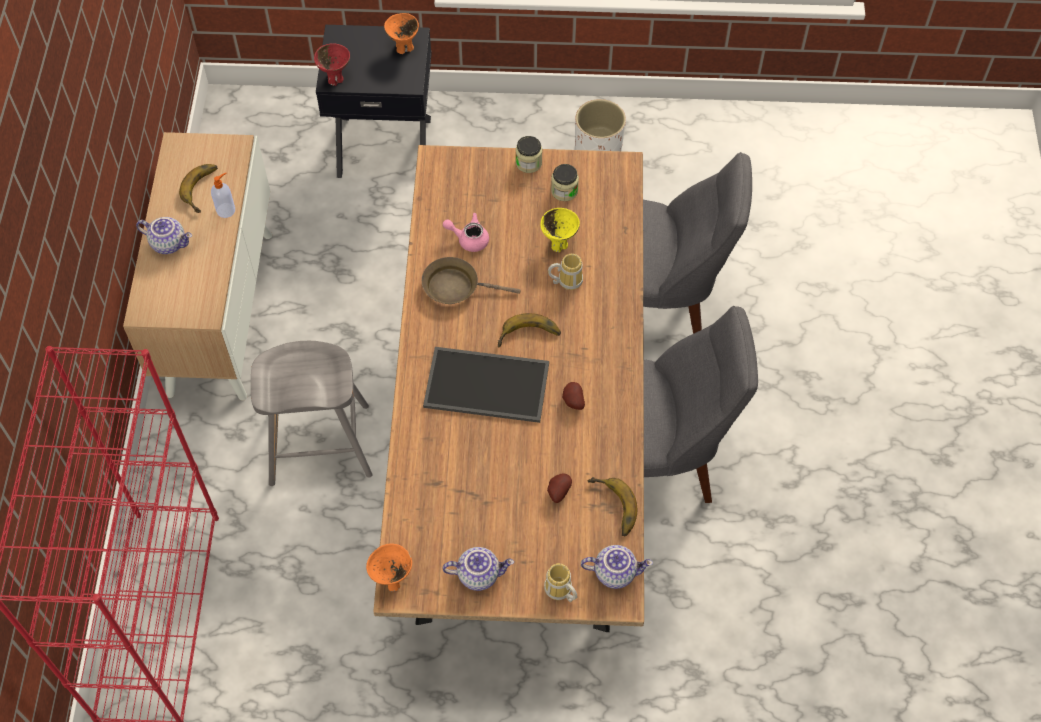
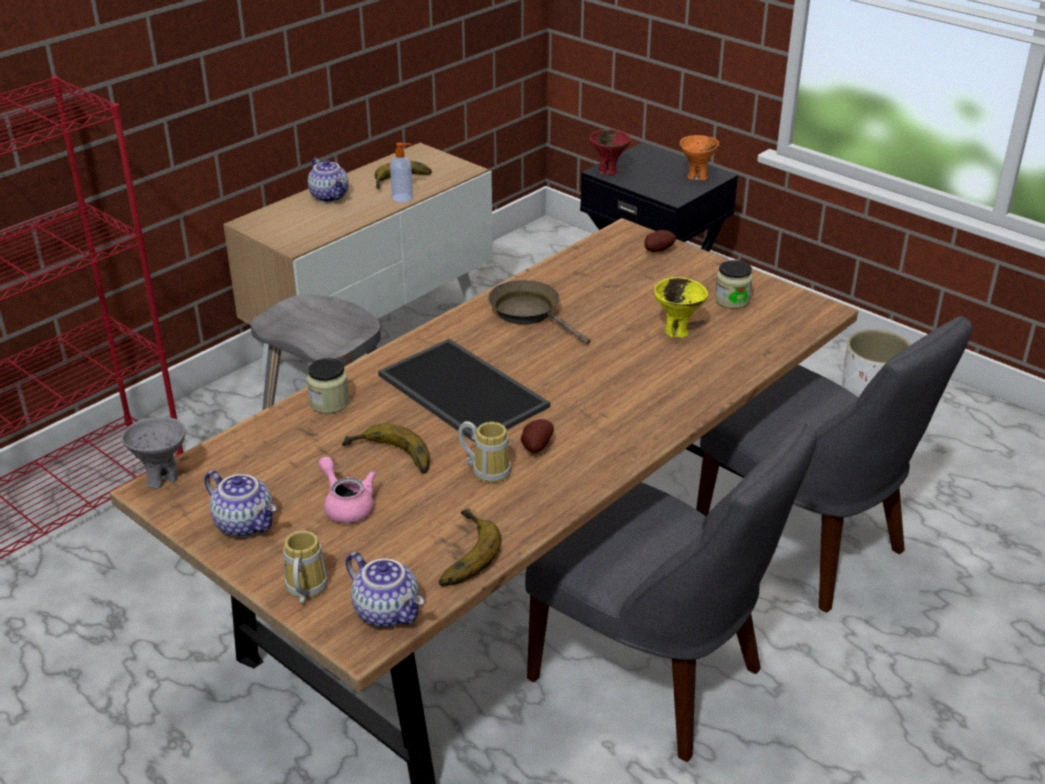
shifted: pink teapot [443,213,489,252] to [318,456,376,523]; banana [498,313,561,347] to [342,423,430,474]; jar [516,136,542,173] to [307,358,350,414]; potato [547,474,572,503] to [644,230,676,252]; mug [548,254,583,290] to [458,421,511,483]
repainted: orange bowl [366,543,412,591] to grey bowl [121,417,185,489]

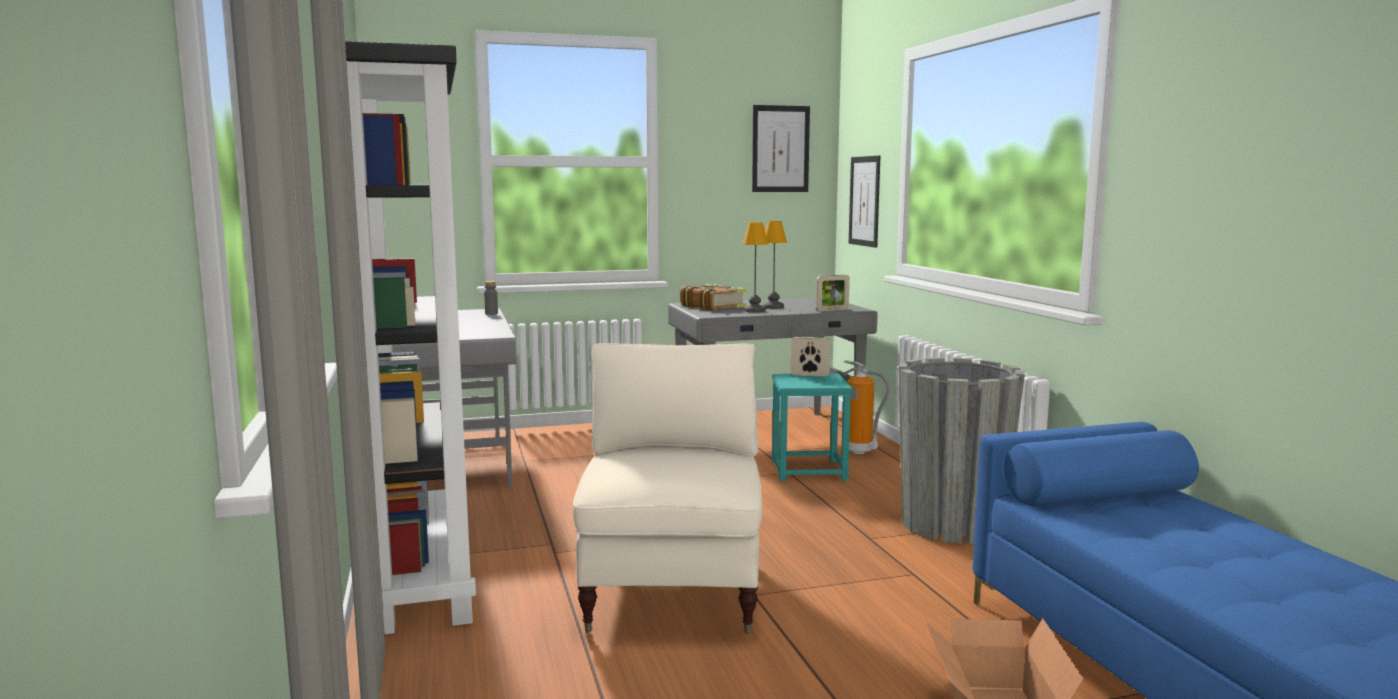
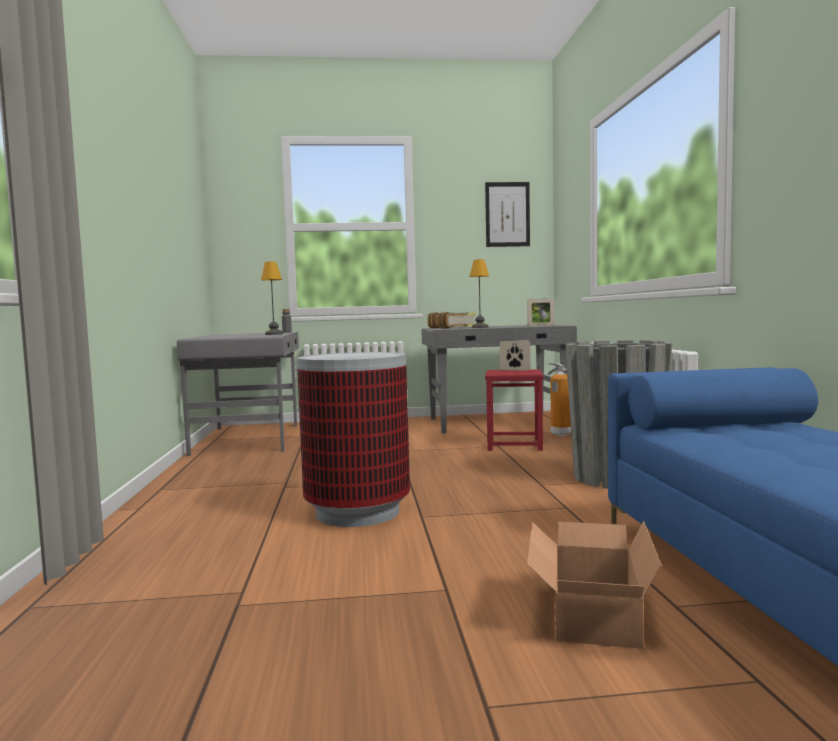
gone: black bookcase [345,41,476,634]; picture [849,156,880,248]
shifted: table lamp [763,221,787,309] to [261,262,283,335]
swapped: beige armchair [573,344,762,634] to trash can [297,352,410,527]
repainted: turquoise stool [772,373,852,481] to red stool [485,369,544,451]

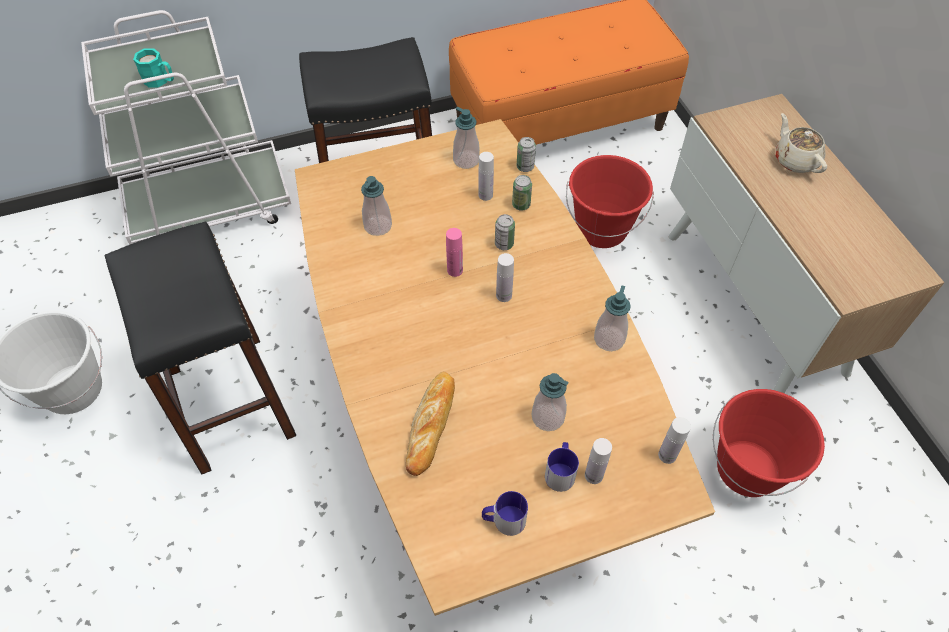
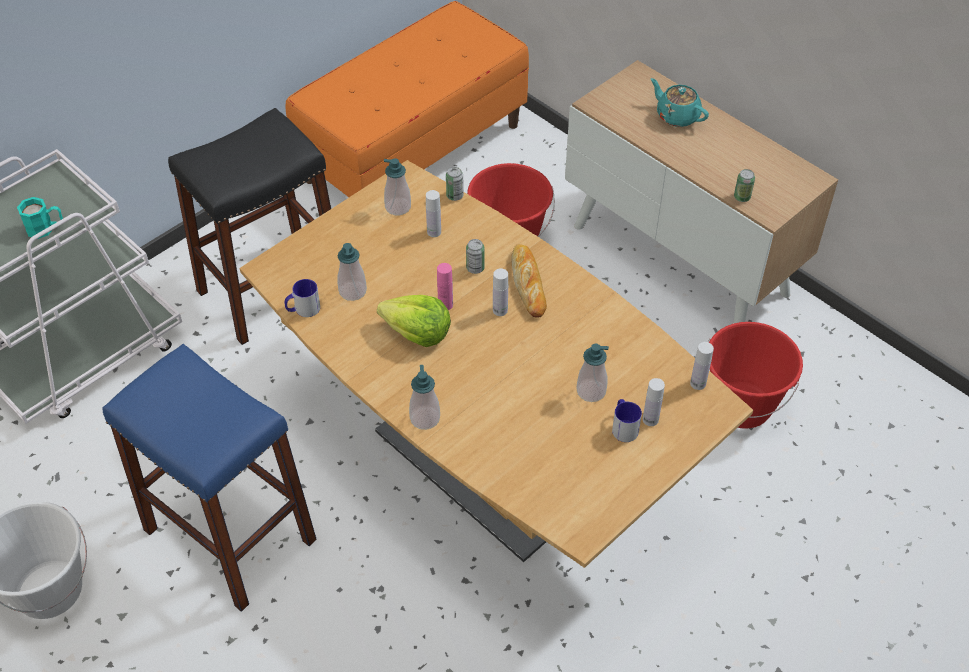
new: lettuce [377,295,451,347]
shifted: bread [406,371,455,476] to [512,244,547,318]; mug [482,491,528,536] to [284,279,320,317]; can [512,175,532,211] to [734,169,755,202]; soap dispenser [594,285,630,351] to [409,365,440,430]
repainted: black stool [104,221,296,474] to blue stool [103,344,317,612]; beige teapot [775,113,827,173] to turquoise teapot [651,78,709,127]

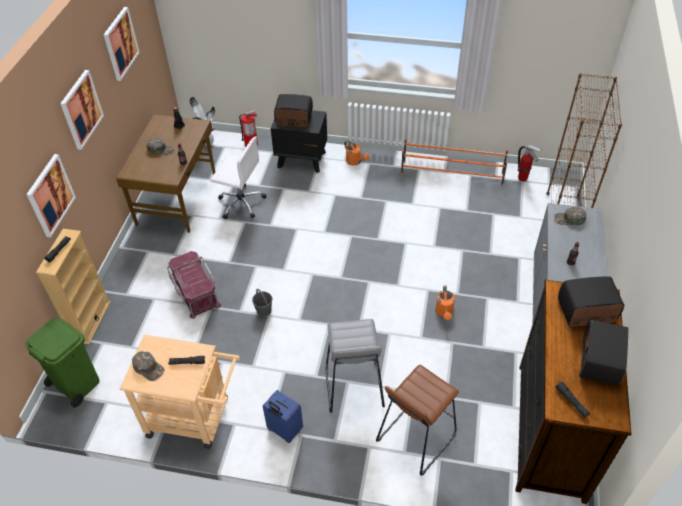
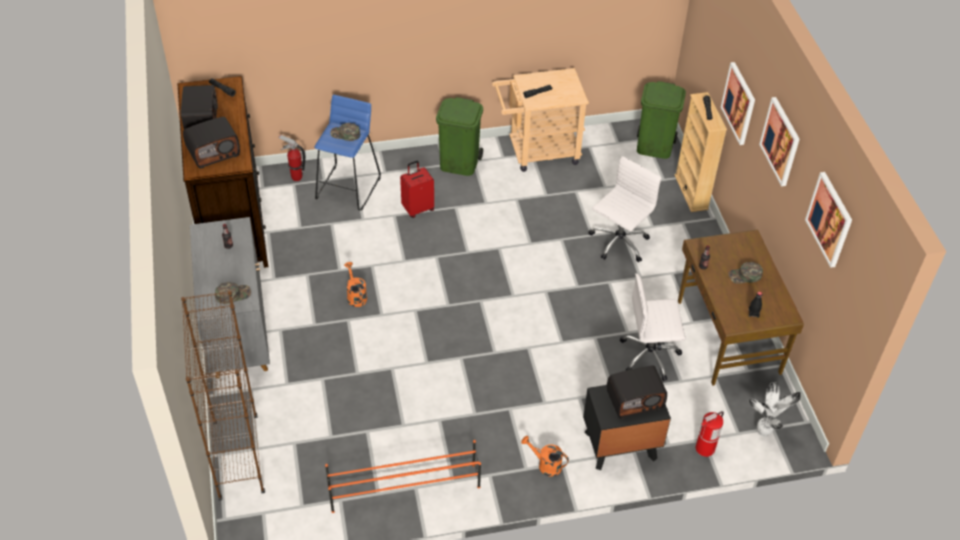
gone: grey bucket [252,289,272,317]
shifted: green cap [132,351,165,381] to [330,123,360,141]; fire extinguisher [518,145,541,182] to [278,134,306,181]
swapped: red storage box [167,251,221,319] to white office chair [588,156,661,262]; blue suitcase [263,390,303,443] to green trash can [436,97,483,176]; grey stool [325,319,385,413] to red suitcase [400,161,434,218]
repainted: brown stool [376,365,459,476] to blue stool [314,95,381,211]

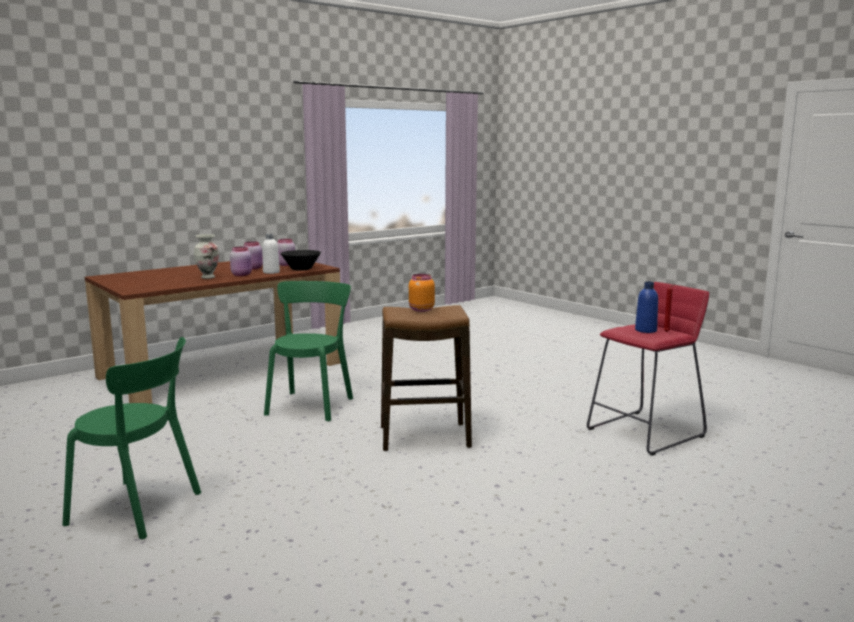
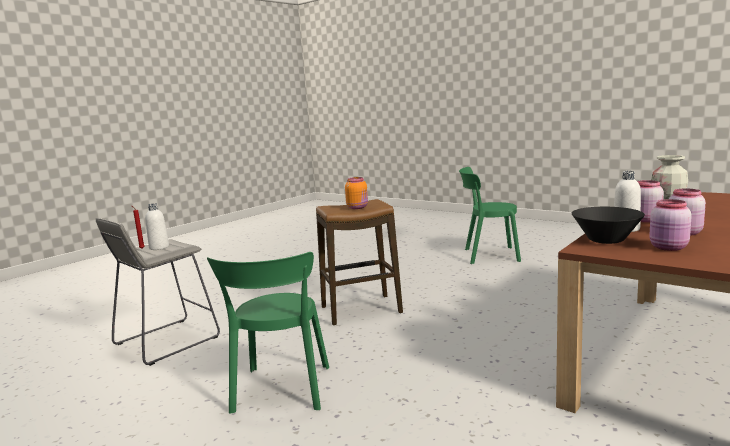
shifted: green chair [264,281,353,421] to [207,252,329,414]
repainted: red stool [587,282,709,456] to grey stool [96,218,220,366]; blue bottle [635,282,658,333] to white bottle [145,203,169,250]

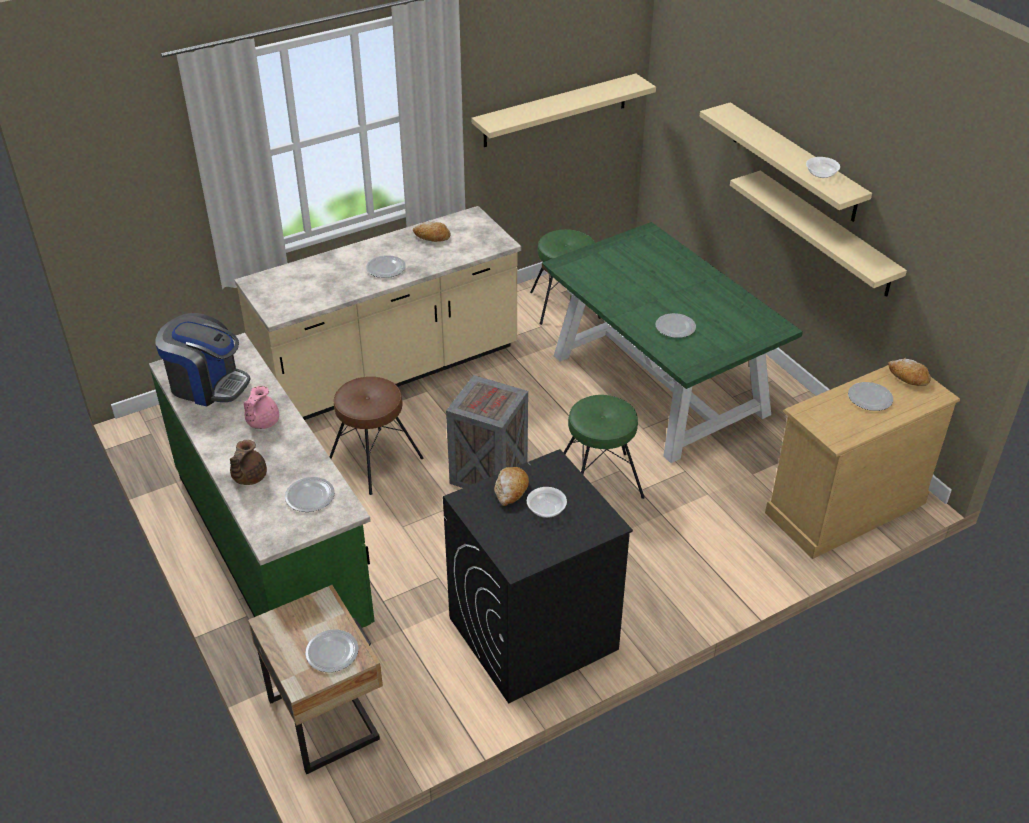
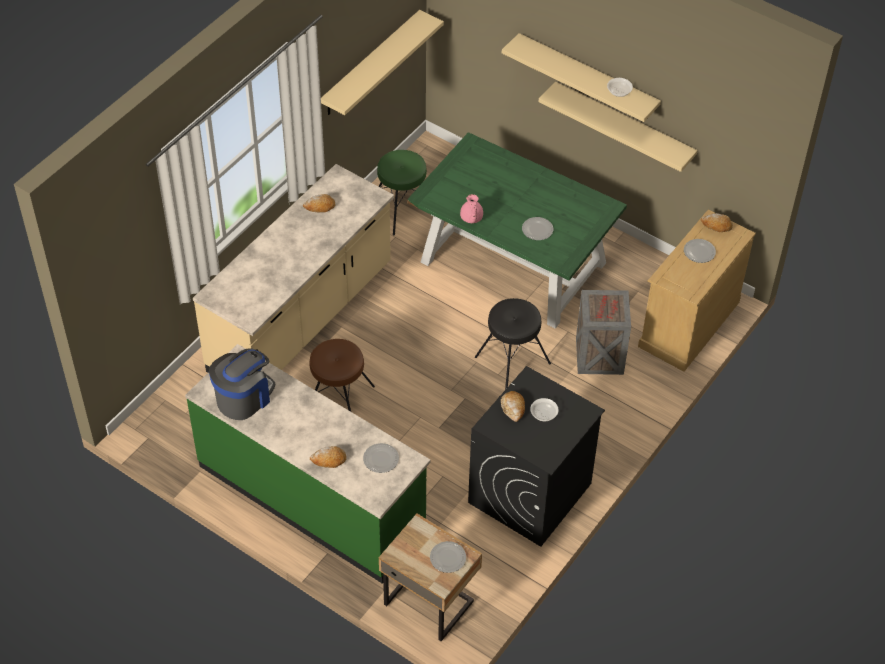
gone: plate [366,255,406,278]
shifted: pink teapot [244,386,279,429] to [460,194,483,223]; crate [446,375,528,488] to [576,290,631,375]
swapped: brown teapot [230,440,267,485] to bread [310,446,347,468]
repainted: green stool [563,395,645,499] to black stool [475,298,551,390]
rotated: coffee machine [156,313,250,407] = [209,348,275,420] 45 degrees counterclockwise

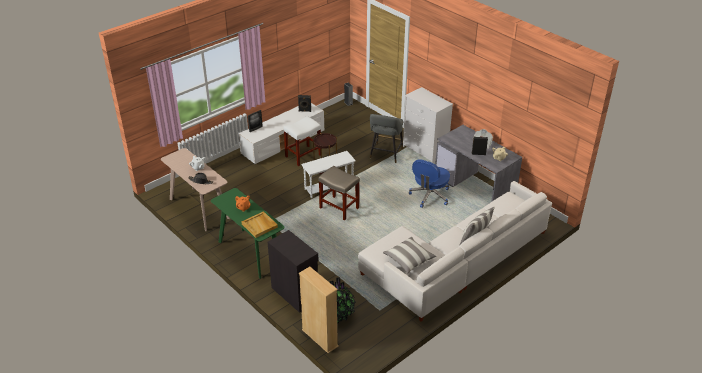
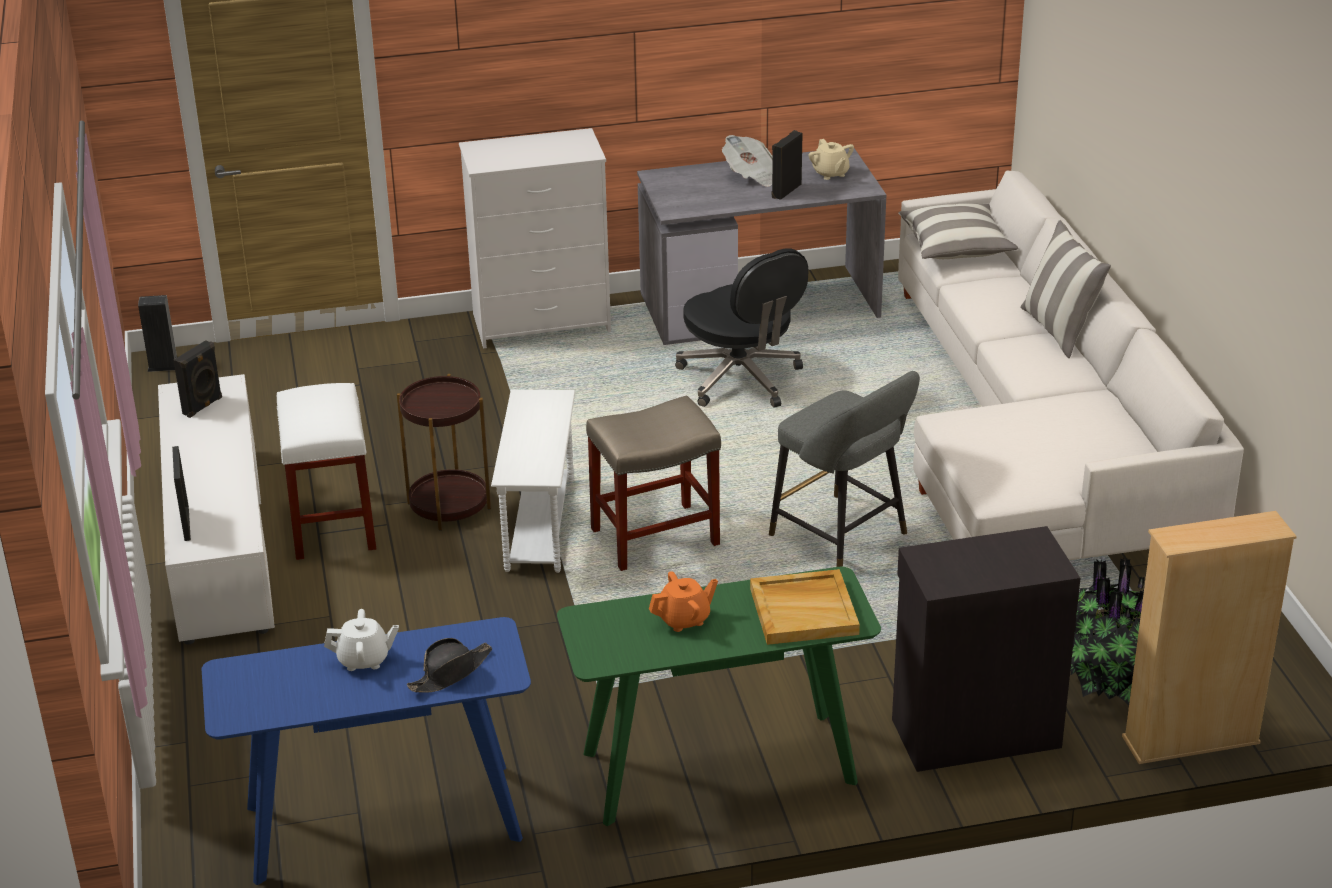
shifted: grey stool [370,114,403,163] to [769,371,920,567]; pillow [383,236,436,273] to [898,203,1018,259]
repainted: beige console table [161,148,230,231] to blue console table [202,617,531,885]; blue office chair [409,159,450,208] to black office chair [675,248,808,408]

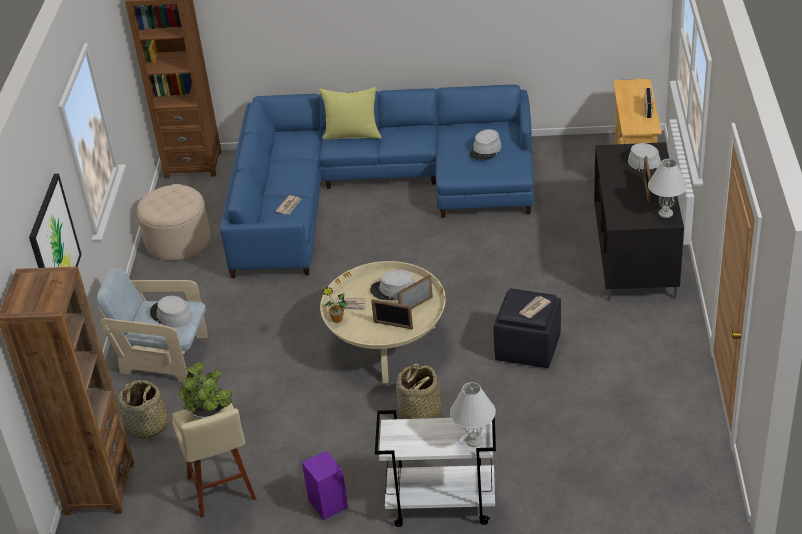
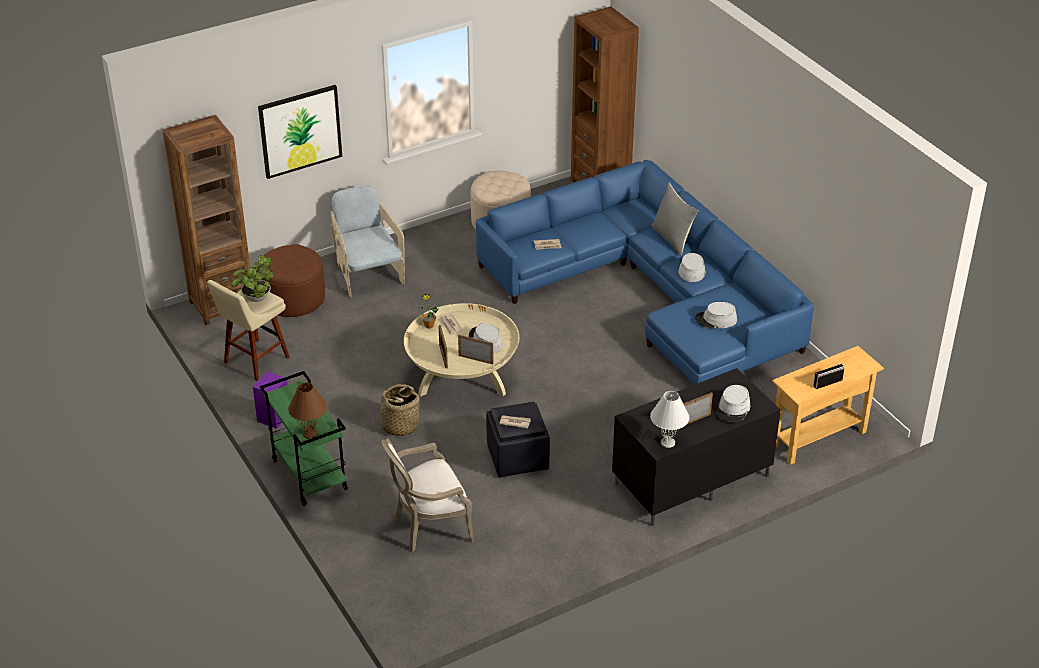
new: armchair [382,439,475,552]
shifted: grey hat [150,296,192,328] to [678,253,706,282]
swapped: basket [118,380,168,439] to brown ottoman [259,244,325,317]
repainted: yellow pillow [319,87,382,140] to grey pillow [651,182,699,256]; white cart [375,410,496,527] to green cart [260,371,348,506]; white table lamp [450,382,496,447] to brown table lamp [288,382,327,439]

